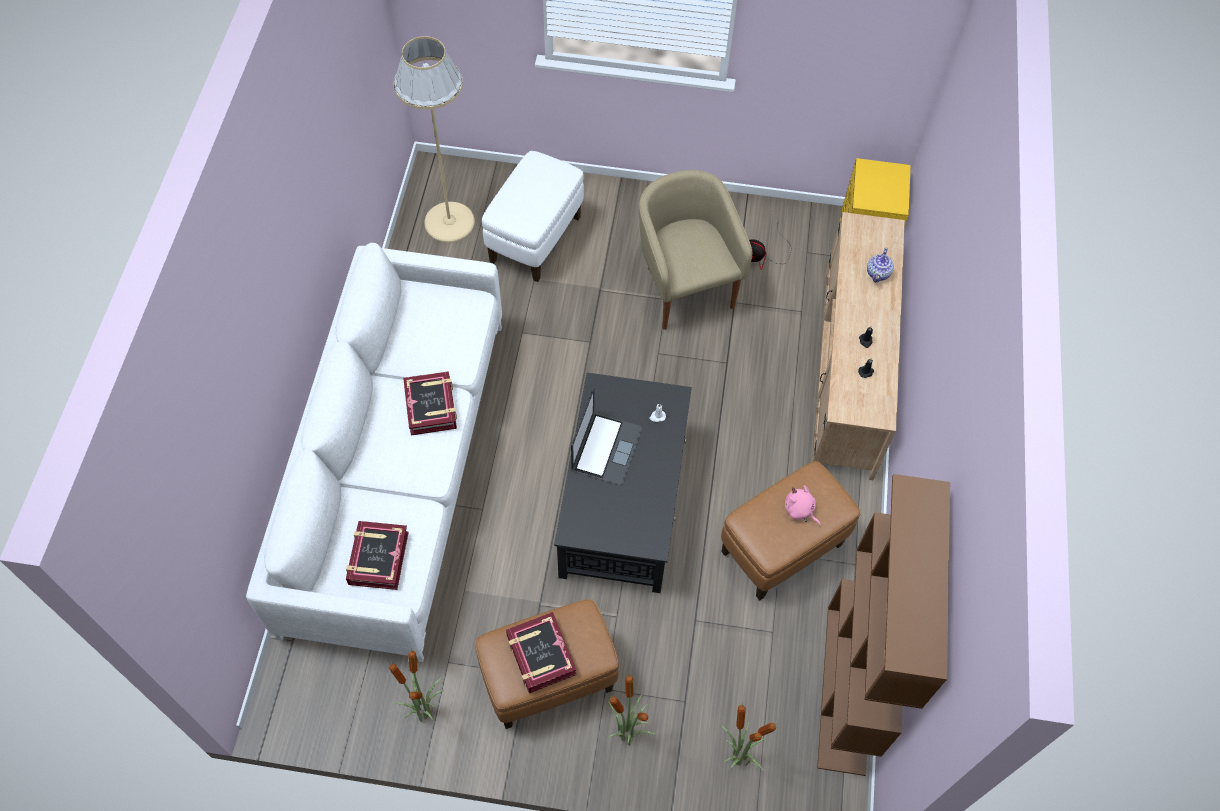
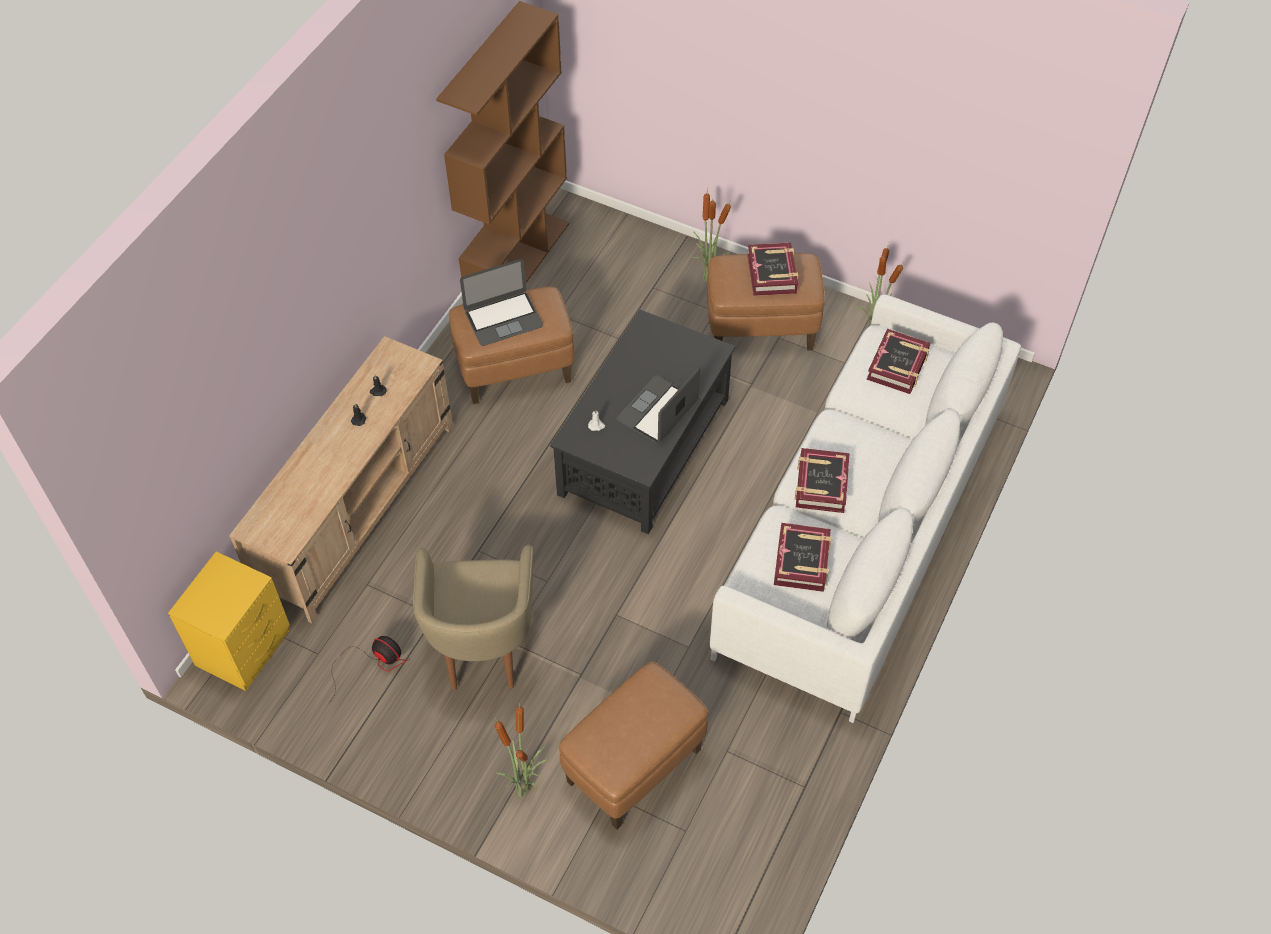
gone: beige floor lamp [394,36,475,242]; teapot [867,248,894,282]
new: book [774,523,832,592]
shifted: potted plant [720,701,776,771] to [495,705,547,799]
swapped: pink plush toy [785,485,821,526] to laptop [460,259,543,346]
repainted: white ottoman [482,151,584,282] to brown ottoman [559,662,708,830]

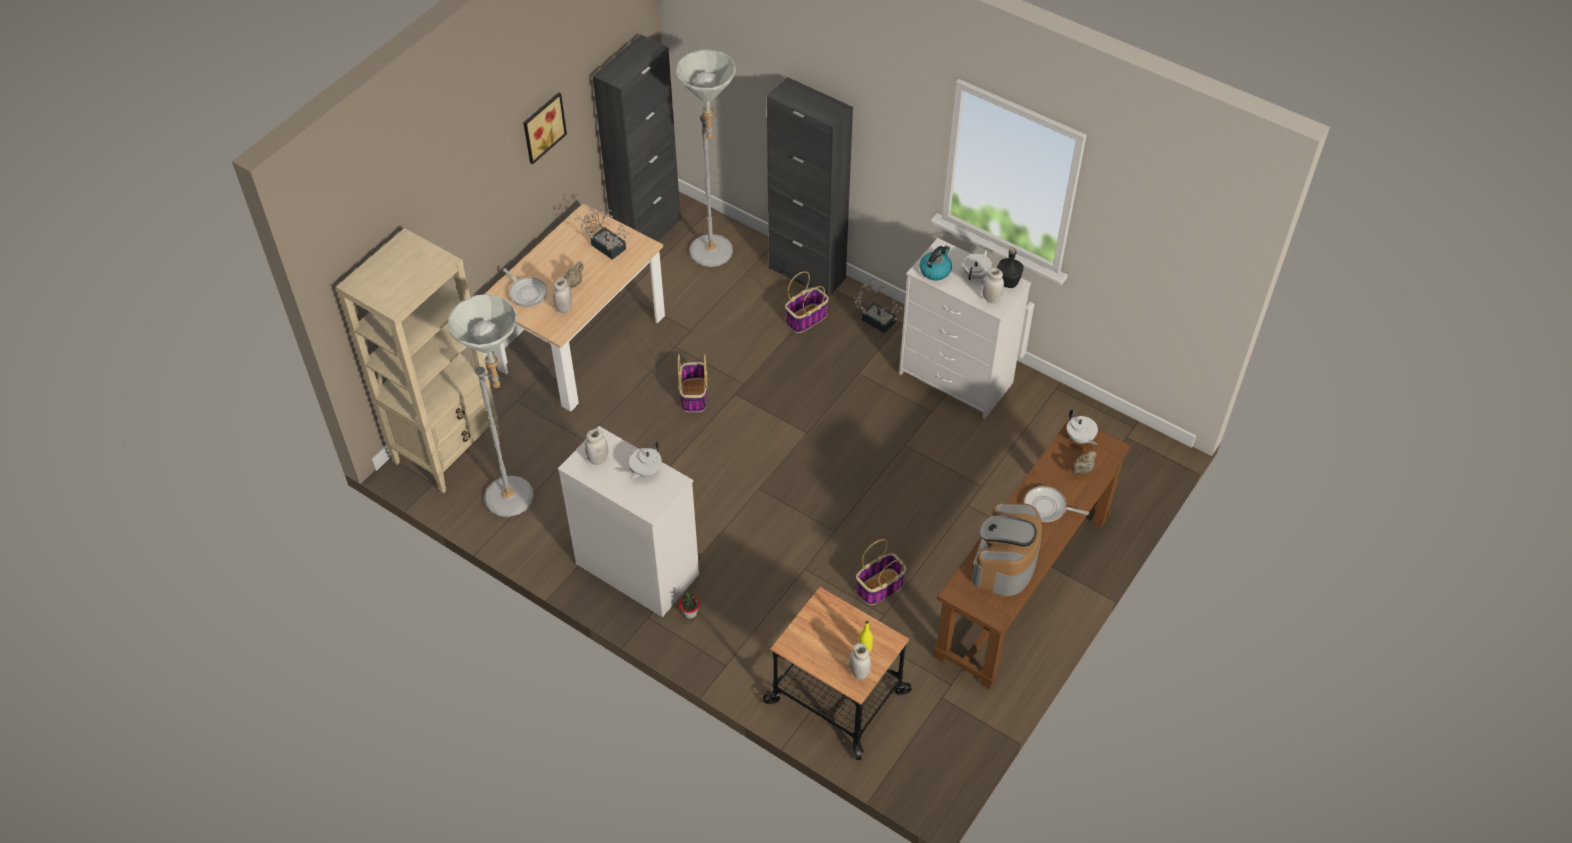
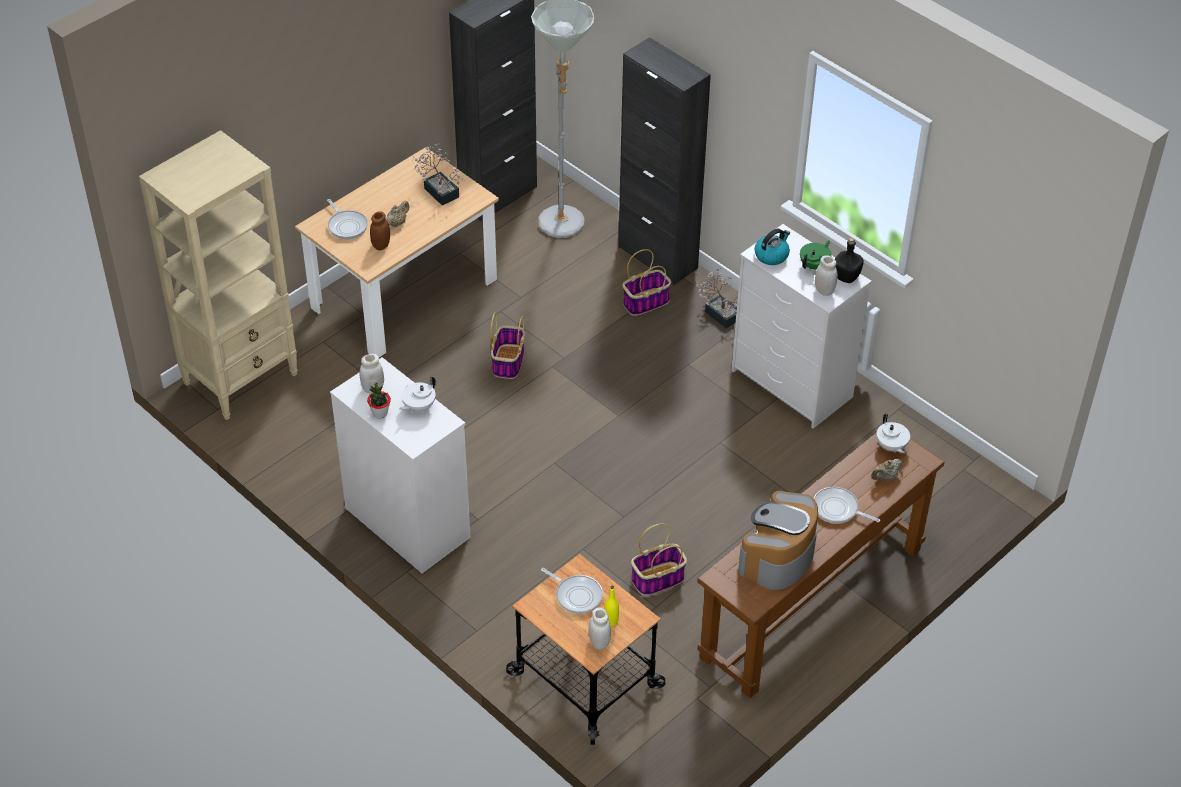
gone: grey floor lamp [448,294,534,517]; picture [523,92,567,164]
new: frying pan [541,568,603,614]
shifted: potted plant [679,592,700,619] to [367,383,391,418]
repainted: white jar [553,278,572,313] to brown jar [370,211,390,250]; white teapot [963,250,992,280] to green teapot [800,240,832,270]

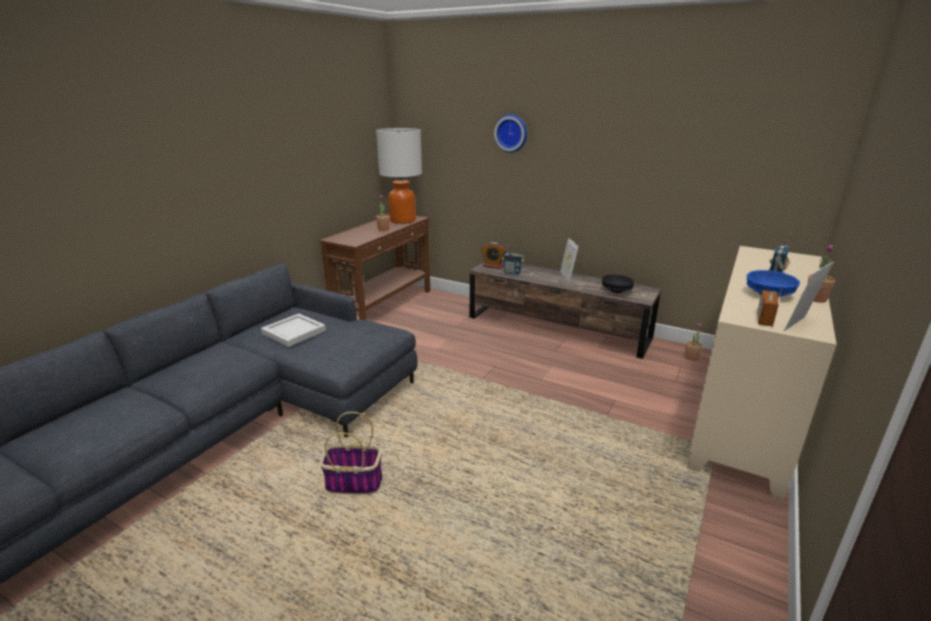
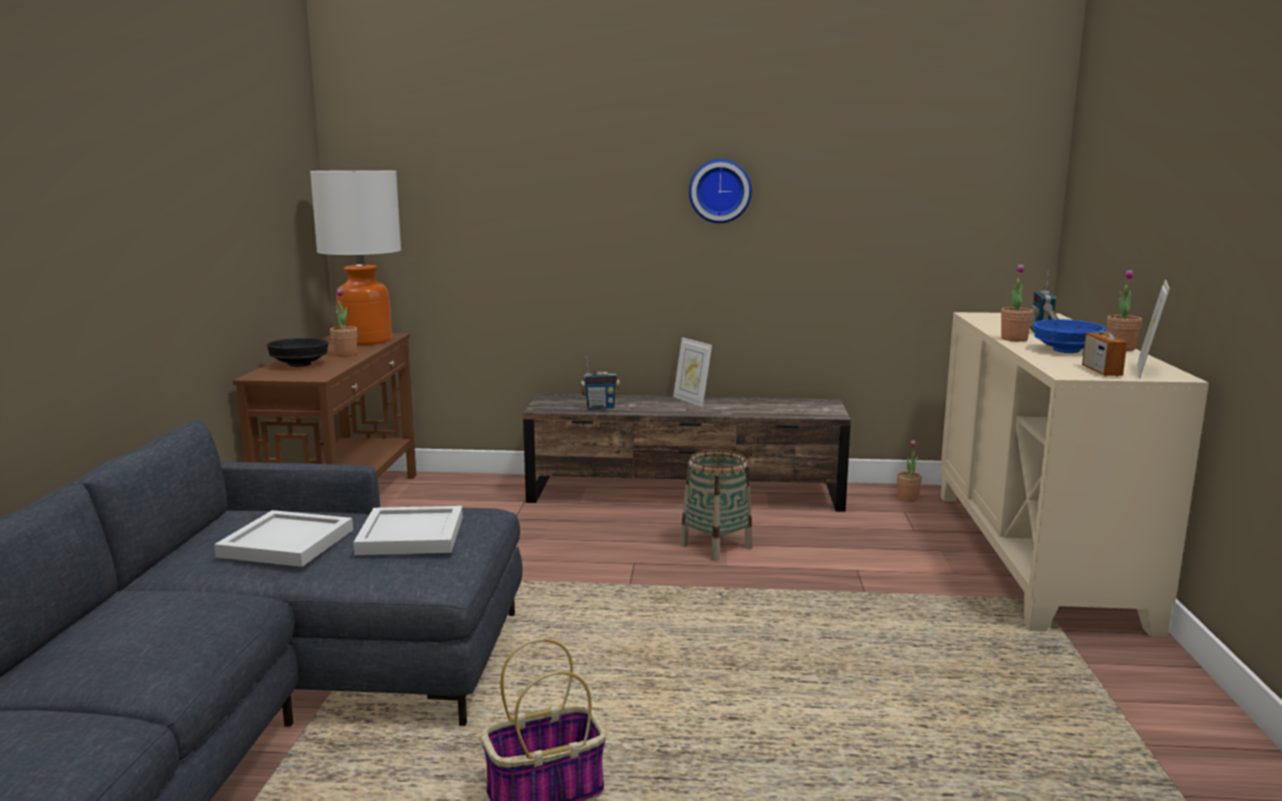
gone: alarm clock [481,242,506,269]
new: white tray [353,506,463,555]; basket [680,450,753,561]; potted plant [1001,264,1033,341]
shifted: wall clock [494,114,527,153] to [689,159,752,223]; black bowl [602,274,635,293] to [267,338,329,367]

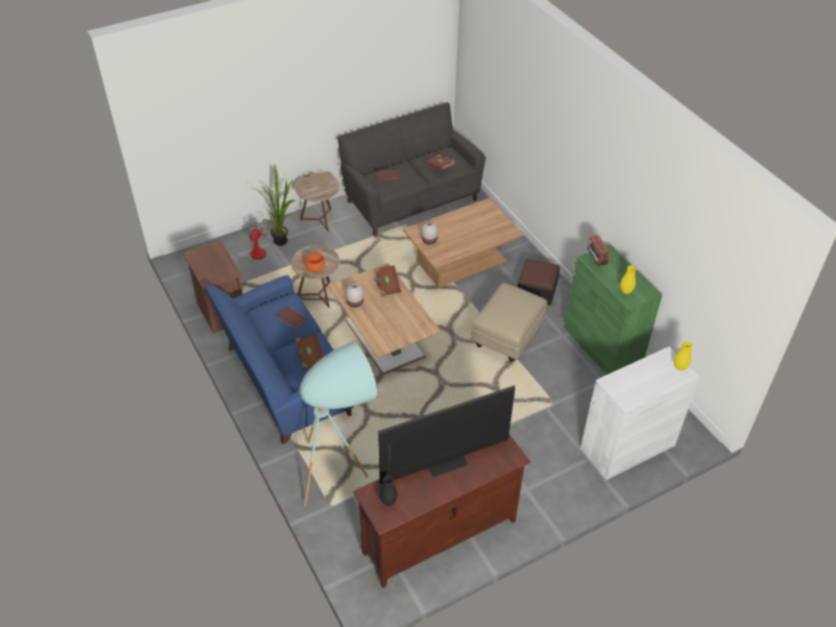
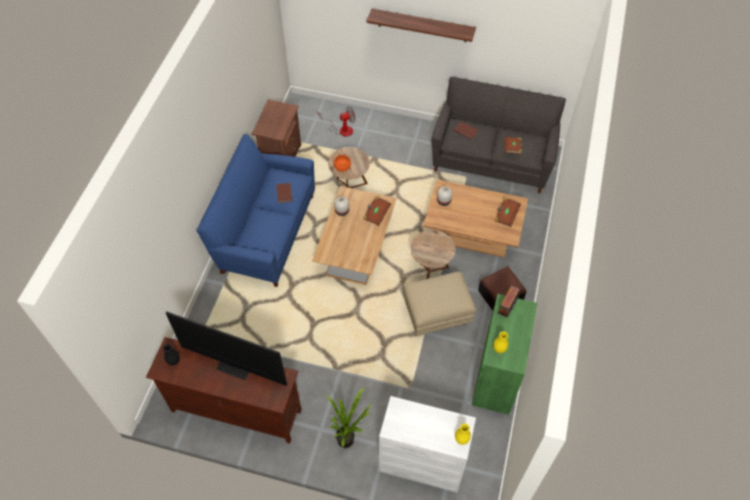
gone: turquoise floor lamp [299,342,377,506]
new: shelf [366,9,476,42]
shifted: potted plant [251,165,296,246] to [325,387,372,448]; brown side table [295,172,340,232] to [411,230,456,279]; brown book [296,334,323,369] to [495,197,521,227]

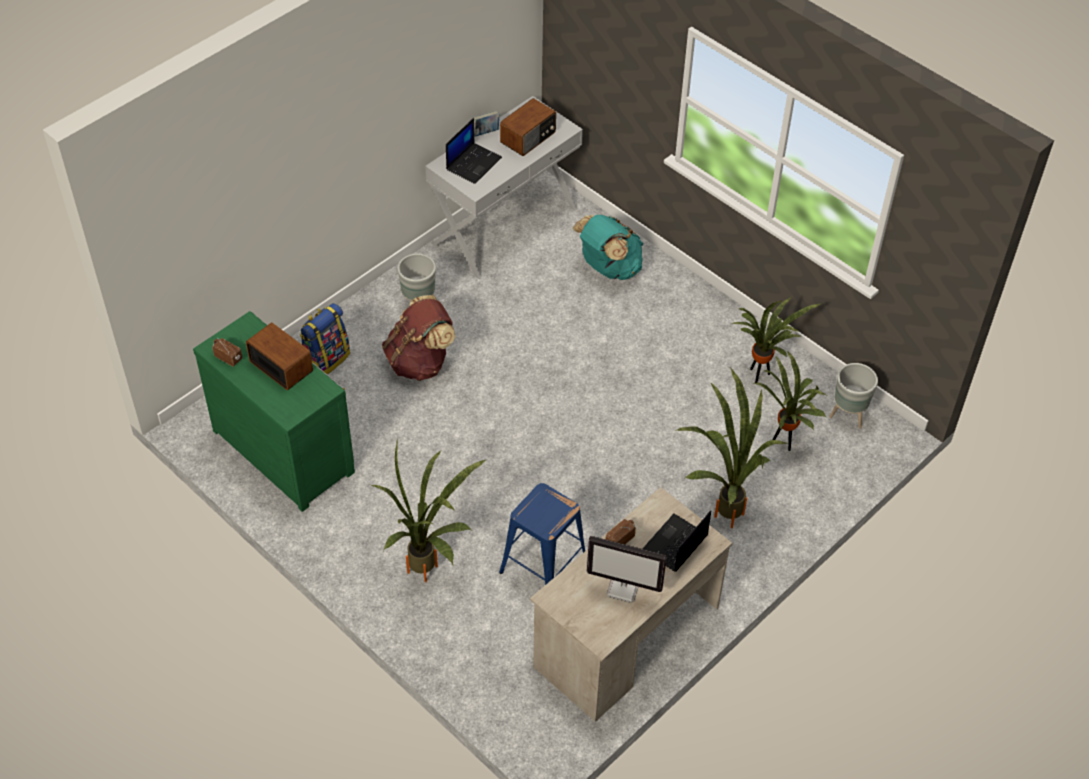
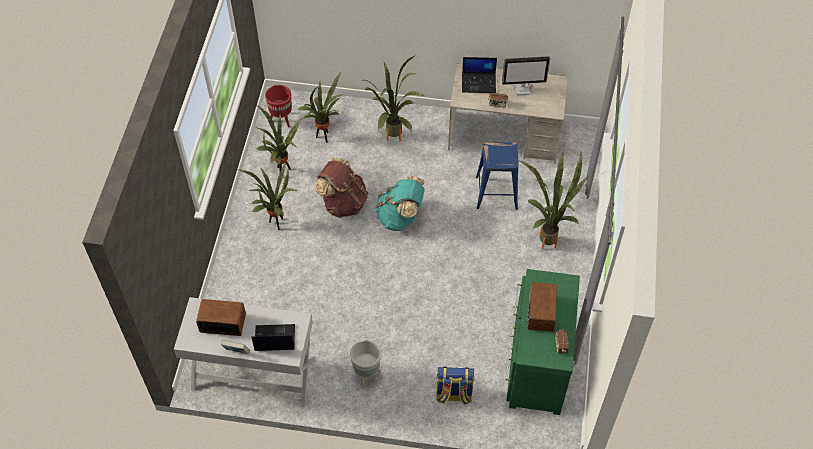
new: potted plant [239,163,298,230]
shifted: brown backpack [382,295,456,381] to [314,158,369,218]; turquoise backpack [572,215,643,280] to [375,176,425,231]
repainted: grey planter [829,363,878,429] to red planter [265,85,292,127]
rotated: monitor [587,536,667,603] = [502,56,550,95] 105 degrees clockwise

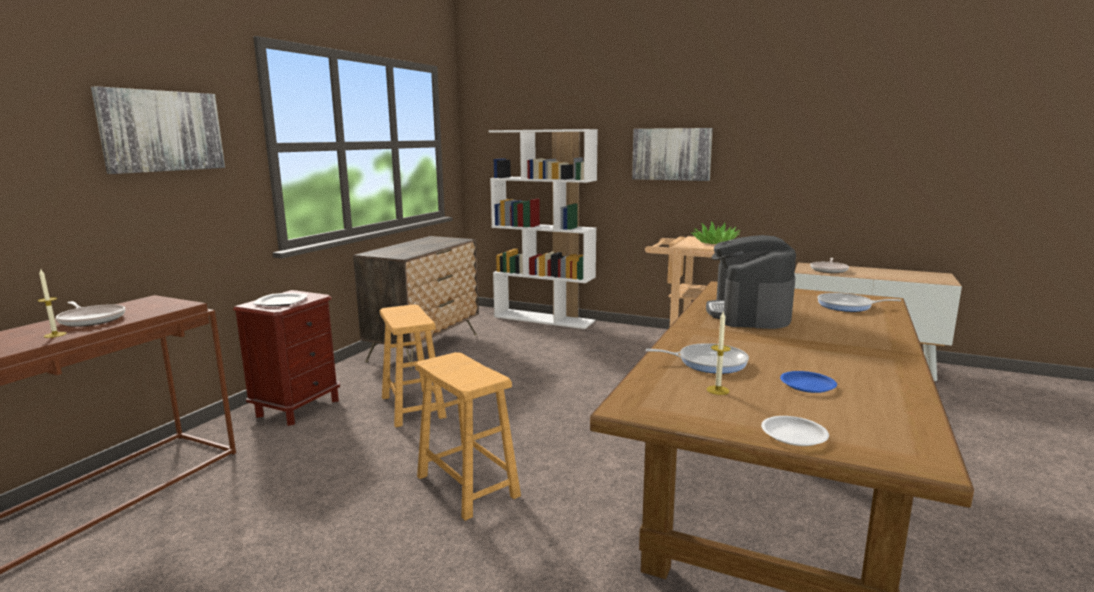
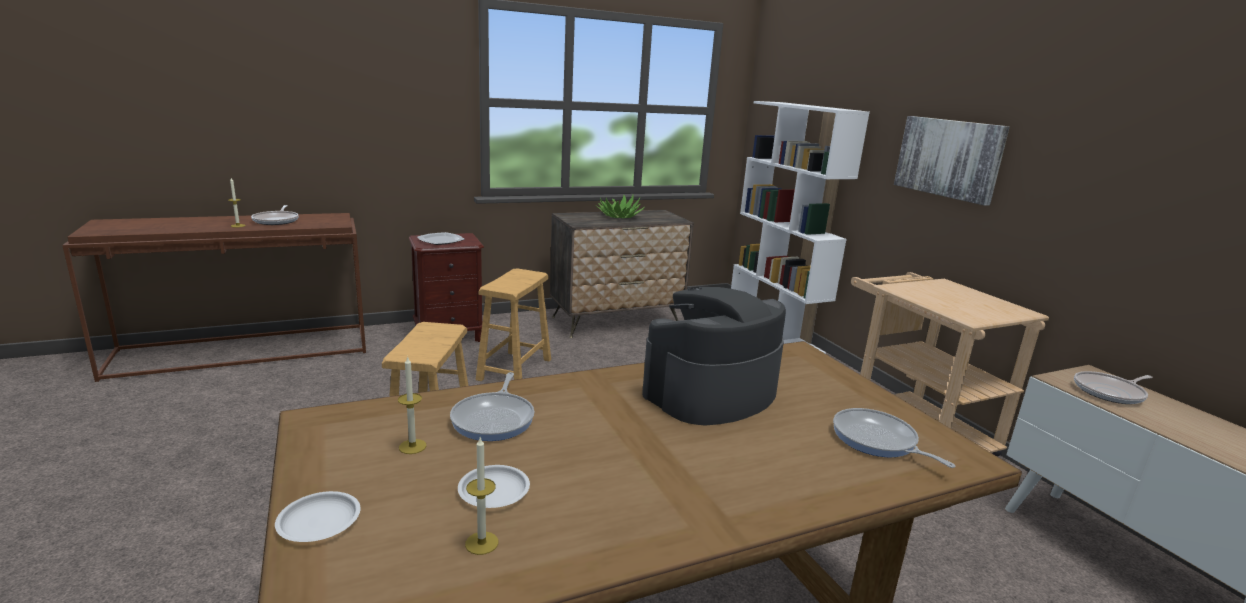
gone: picture [91,86,225,174]
new: candle [465,437,498,555]
shifted: potted plant [692,221,741,244] to [596,195,644,218]
repainted: blue plate [780,371,837,393] to white plate [458,465,530,508]
rotated: frying pan [646,343,749,374] = [450,372,534,441] 45 degrees clockwise

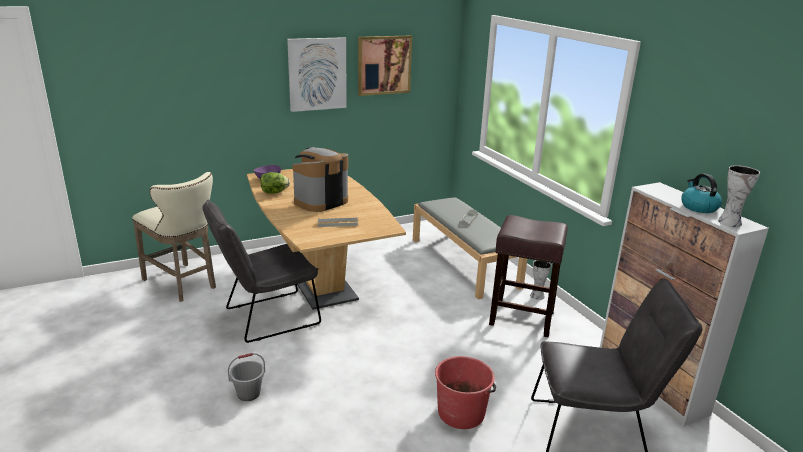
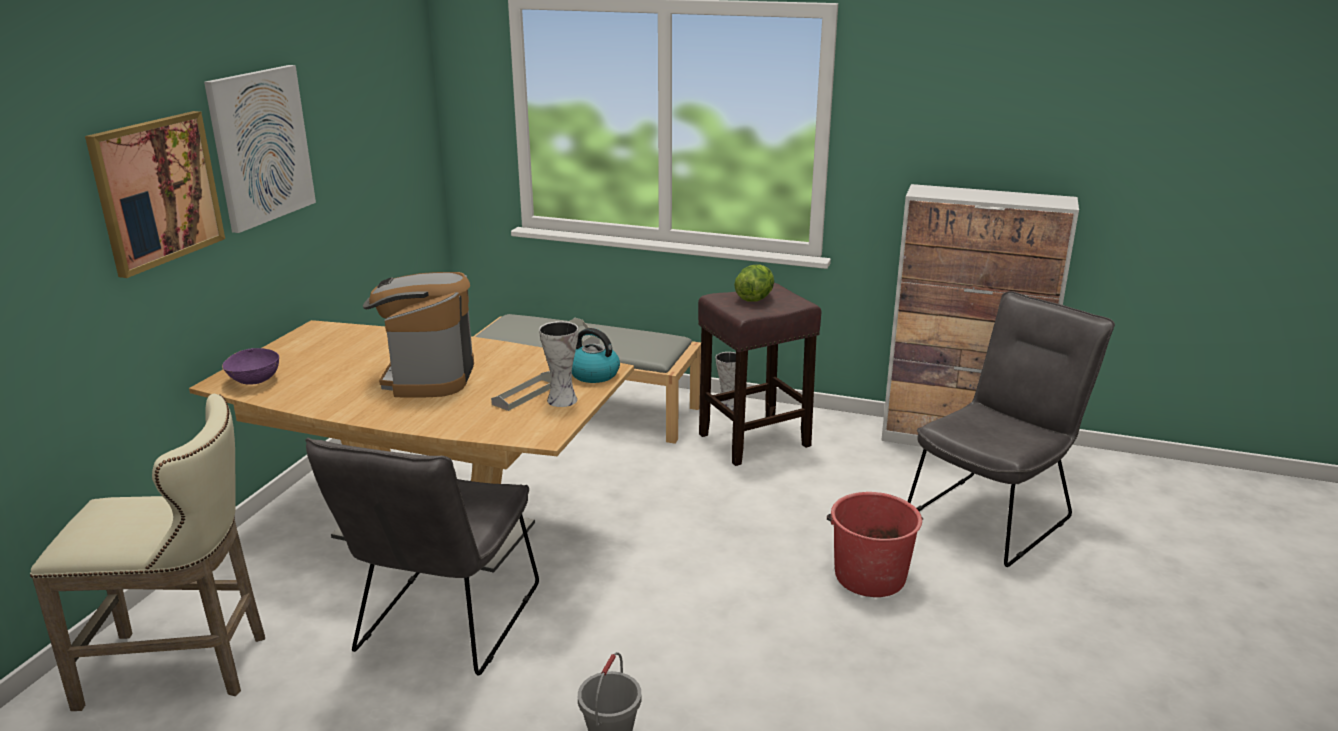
shifted: lettuce [260,172,290,194] to [734,264,774,302]; picture [358,36,412,96] to [85,111,225,278]; kettle [681,174,722,213] to [572,328,620,383]; vase [718,165,760,227] to [539,321,578,407]

